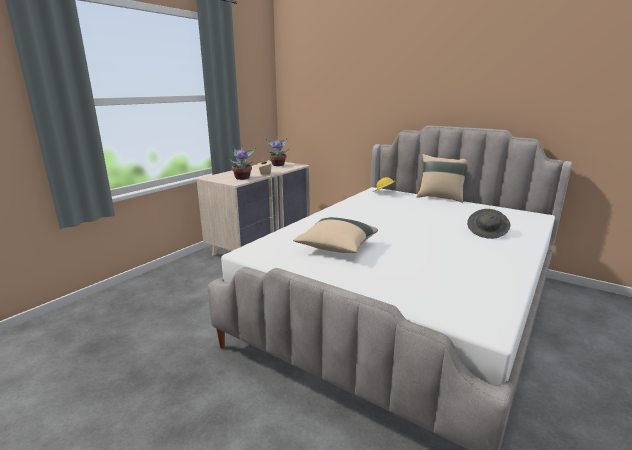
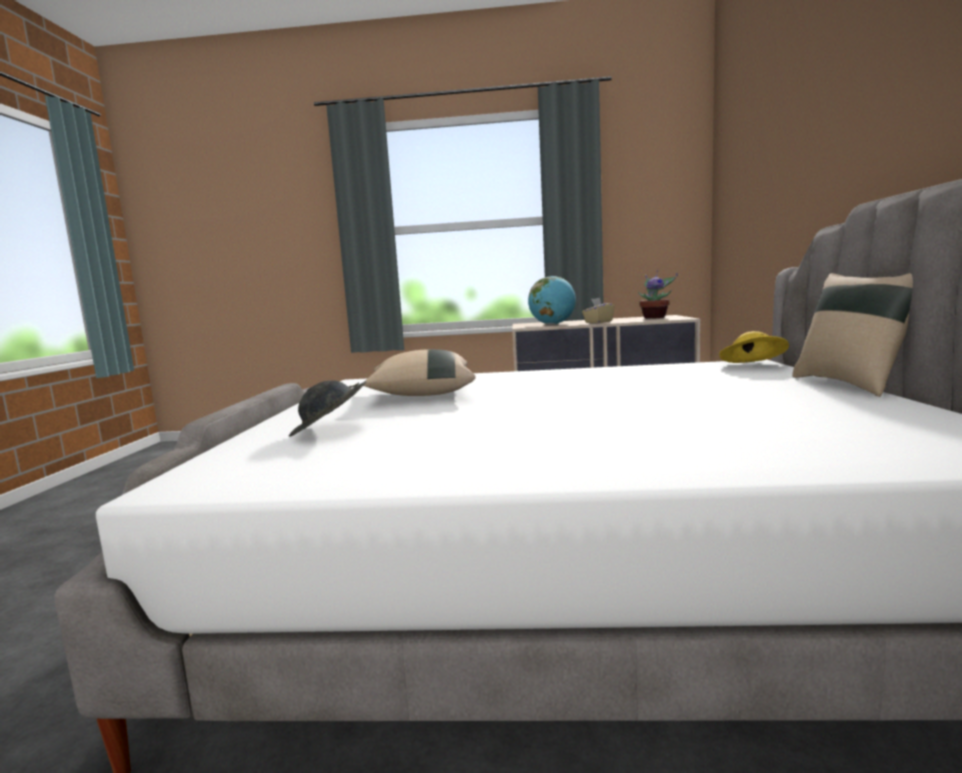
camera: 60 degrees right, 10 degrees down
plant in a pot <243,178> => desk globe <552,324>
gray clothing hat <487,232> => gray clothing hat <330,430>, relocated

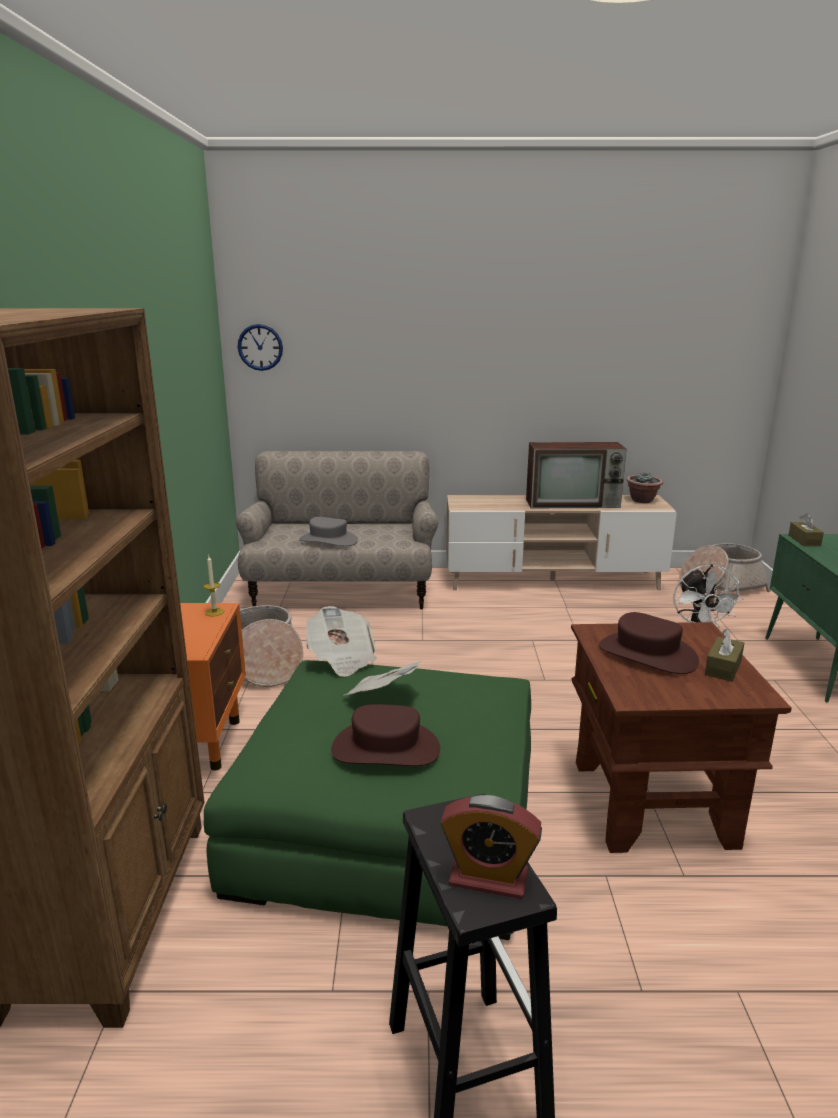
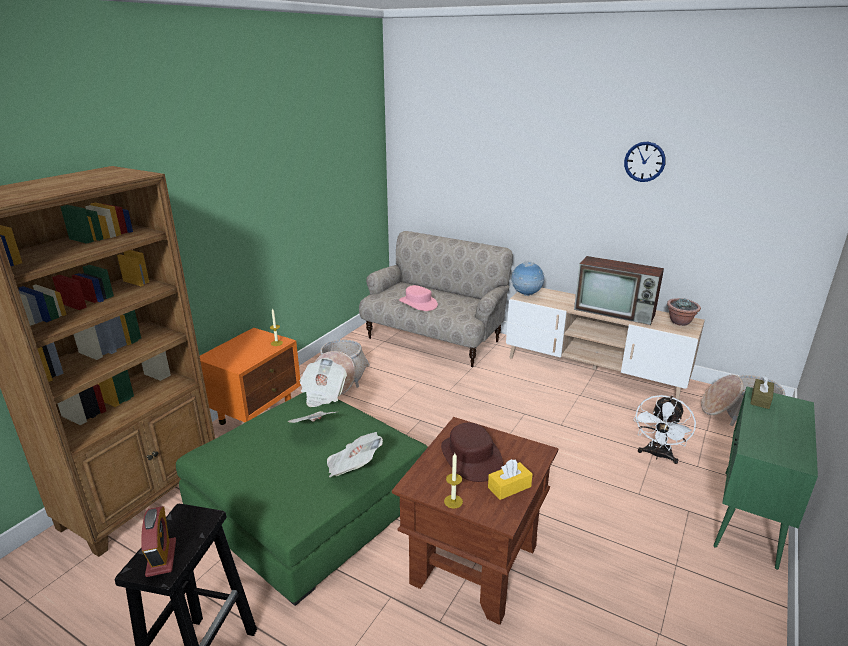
camera: 30 degrees right, 5 degrees up
clock on the wall <260,347> => clock on the wall <644,161>, relocated
gray clothing hat <328,540> => pinkish clothing hat <418,303>
brown tissue holder <723,668> => yellow-coloured tissue holder <509,487>
brown clothing hat <386,748> => nothing
alarm clock <488,878> => alarm clock <161,558>, 150 degrees counterclockwise
nothing => desk globe <526,295>
nothing => newspaper <353,466>
nothing => candle <453,501>

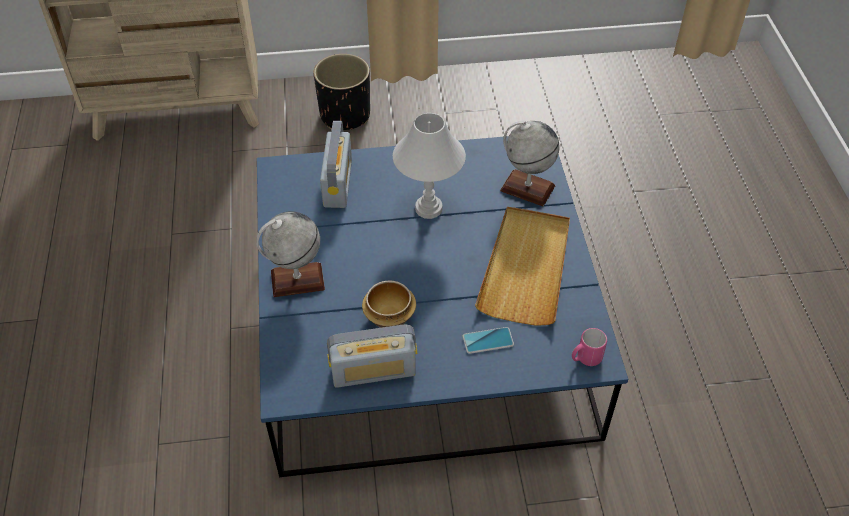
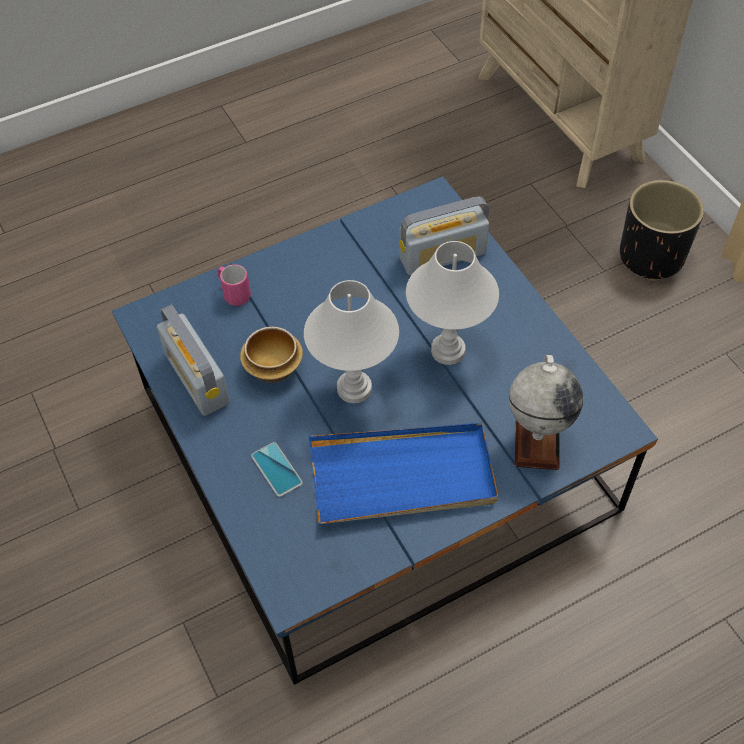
camera: 70 degrees right, 5 degrees up
beige tray <526,268> => bluish tray <402,476>
desk globe <297,280> => nothing
pinkish coffee mug <585,358> => pinkish coffee mug <234,294>, relocated
nothing => whitish tabletop lamp <353,388>

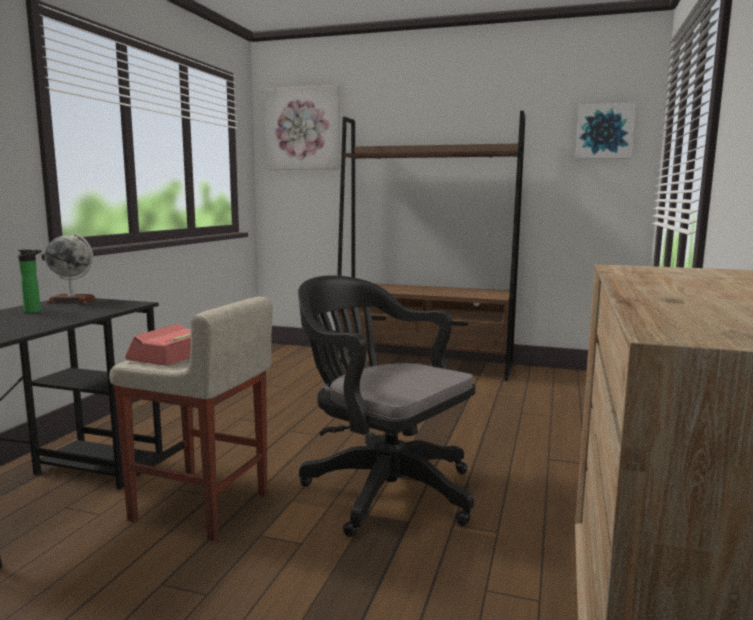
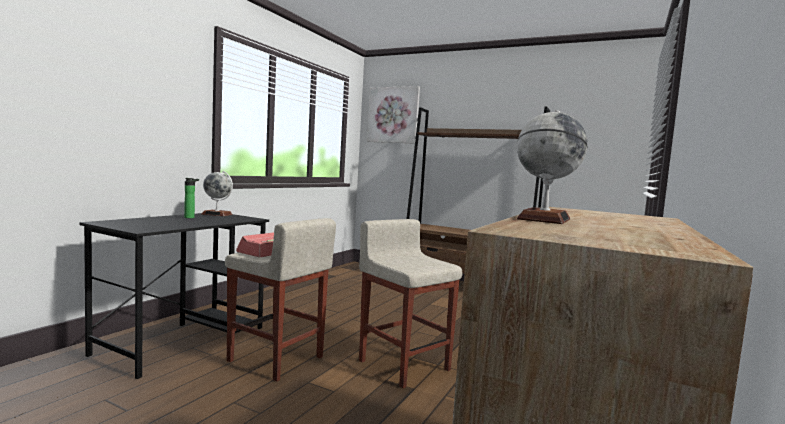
camera: 10 degrees right, 5 degrees down
wall art <604,131> => nothing
black computer chair <382,488> => beige sitting stool <403,364>
nothing => desk globe <544,219>

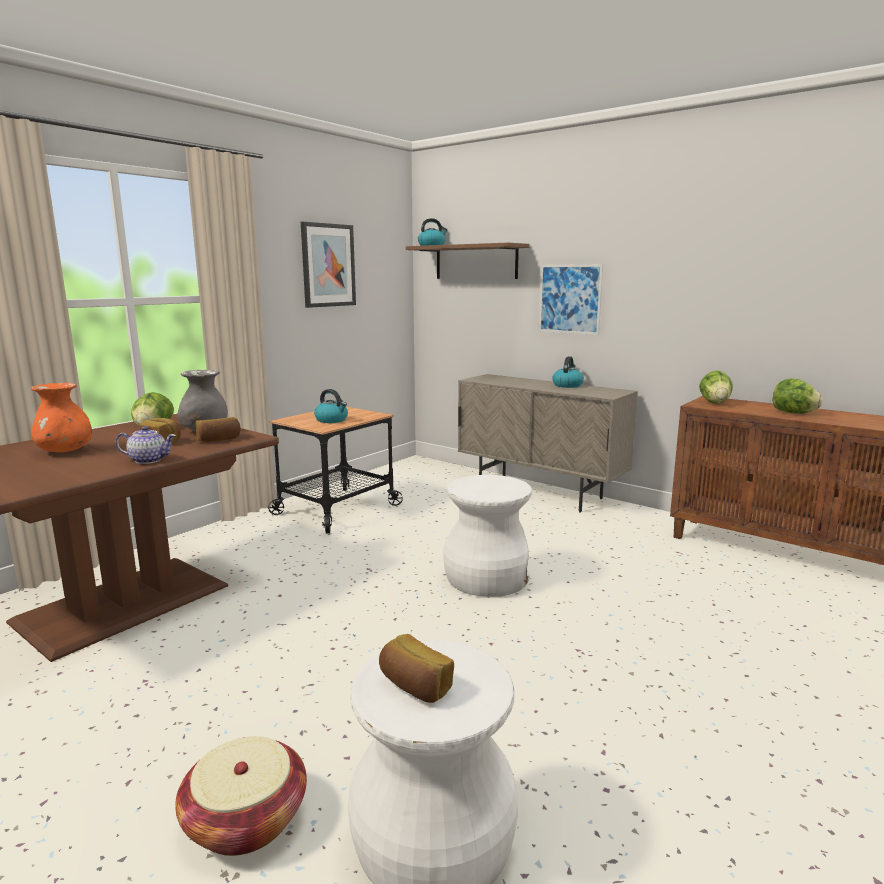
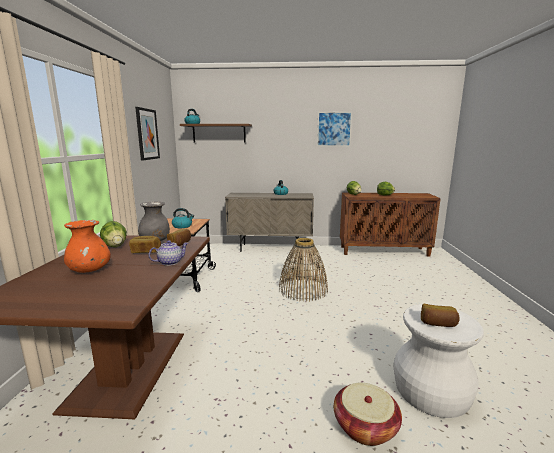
camera: 35 degrees left, 0 degrees up
wall art <570,299> => wall art <334,129>, relocated
whitish sitting stool <486,578> => storage basket <303,290>

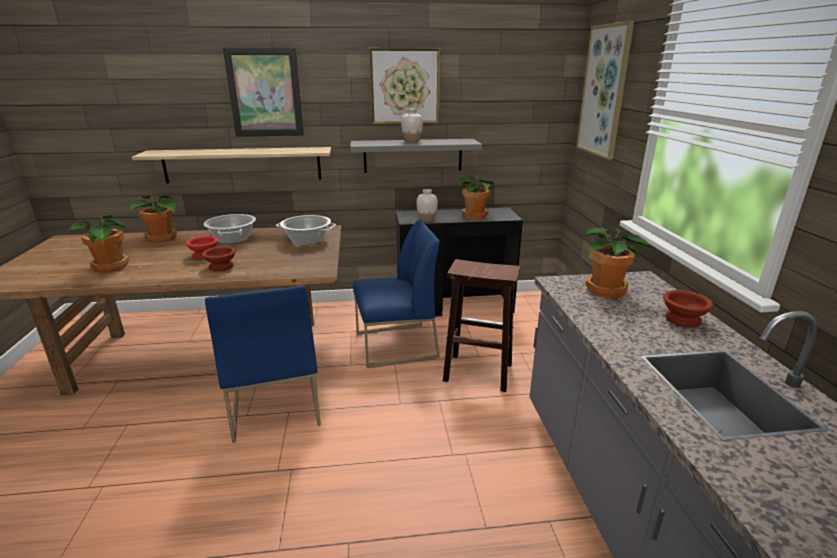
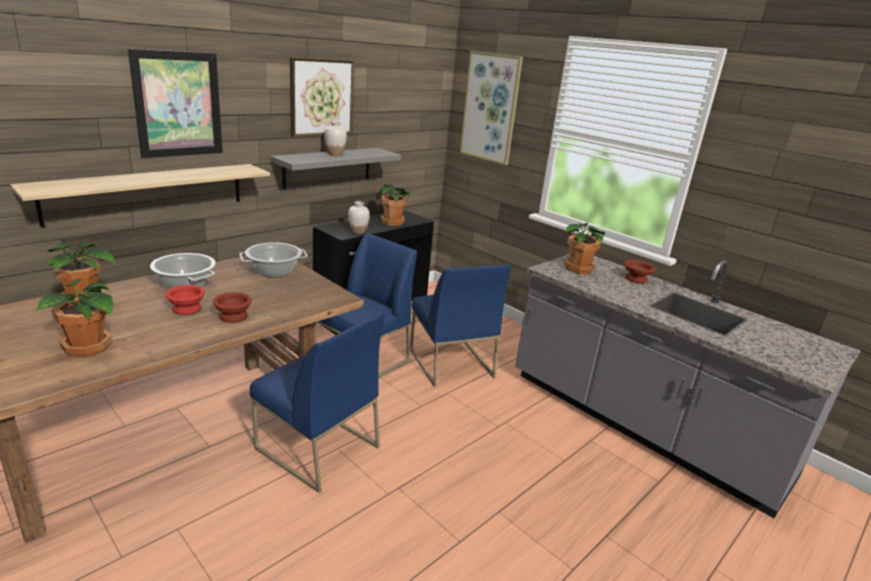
camera: 40 degrees left, 0 degrees up
brown sitting stool <476,372> => bluish upright chair <450,363>

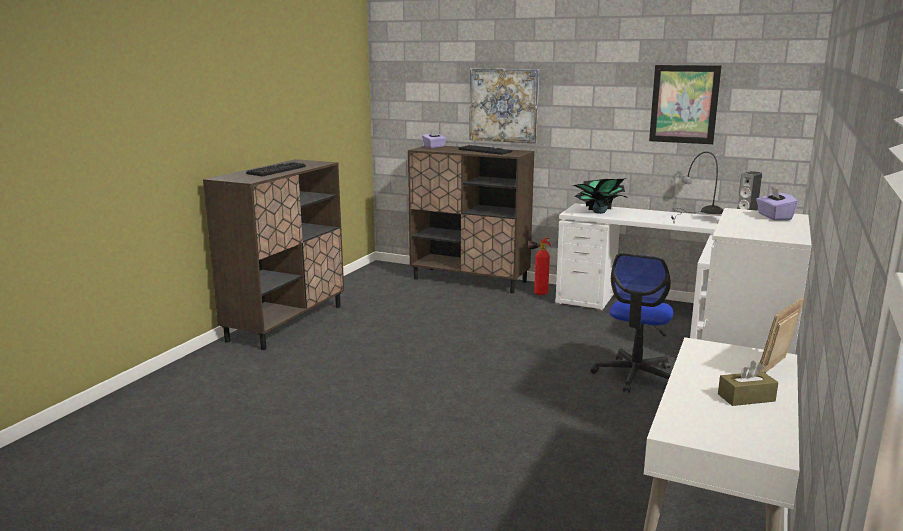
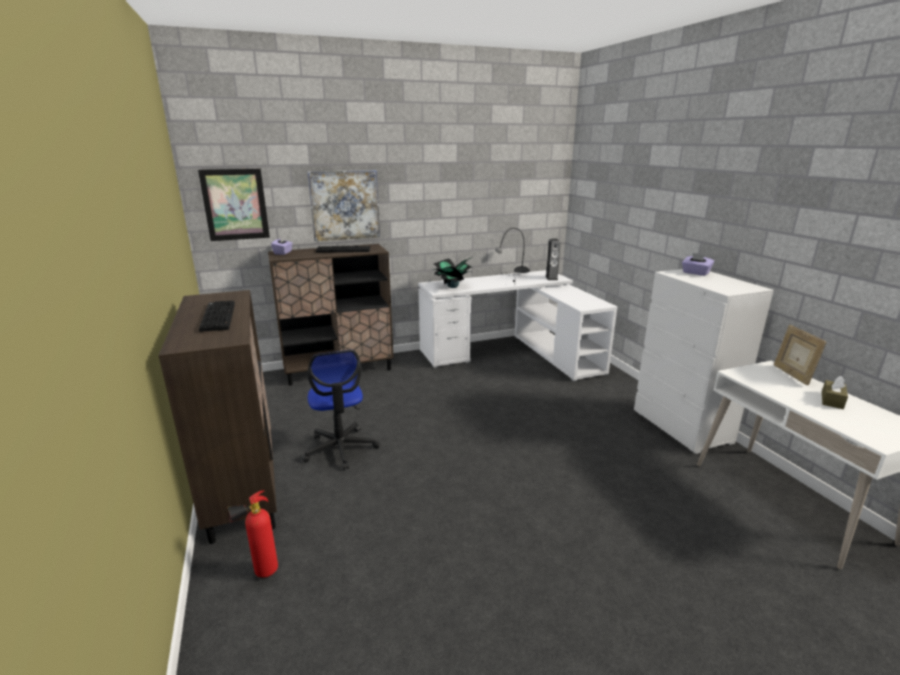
camera: 45 degrees left, 5 degrees up
wall art <684,104> => wall art <235,204>, relocated
extinguisher <537,294> => extinguisher <261,573>, relocated
computer chair <635,375> => computer chair <340,449>, relocated

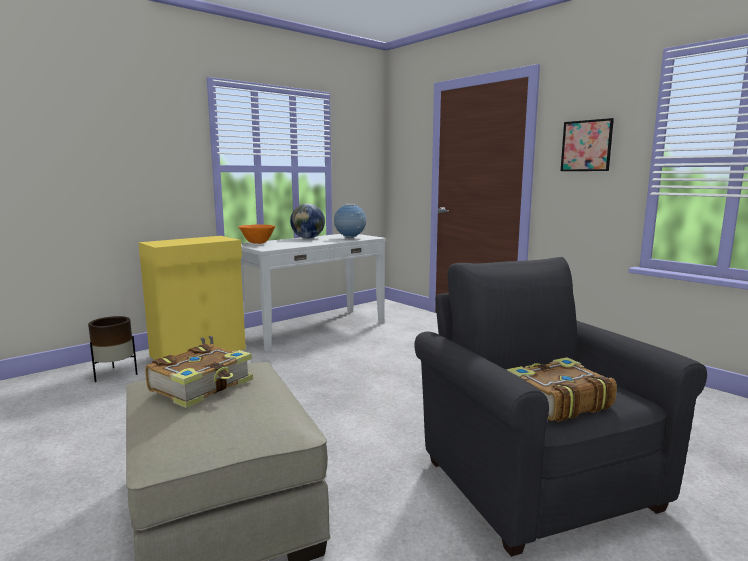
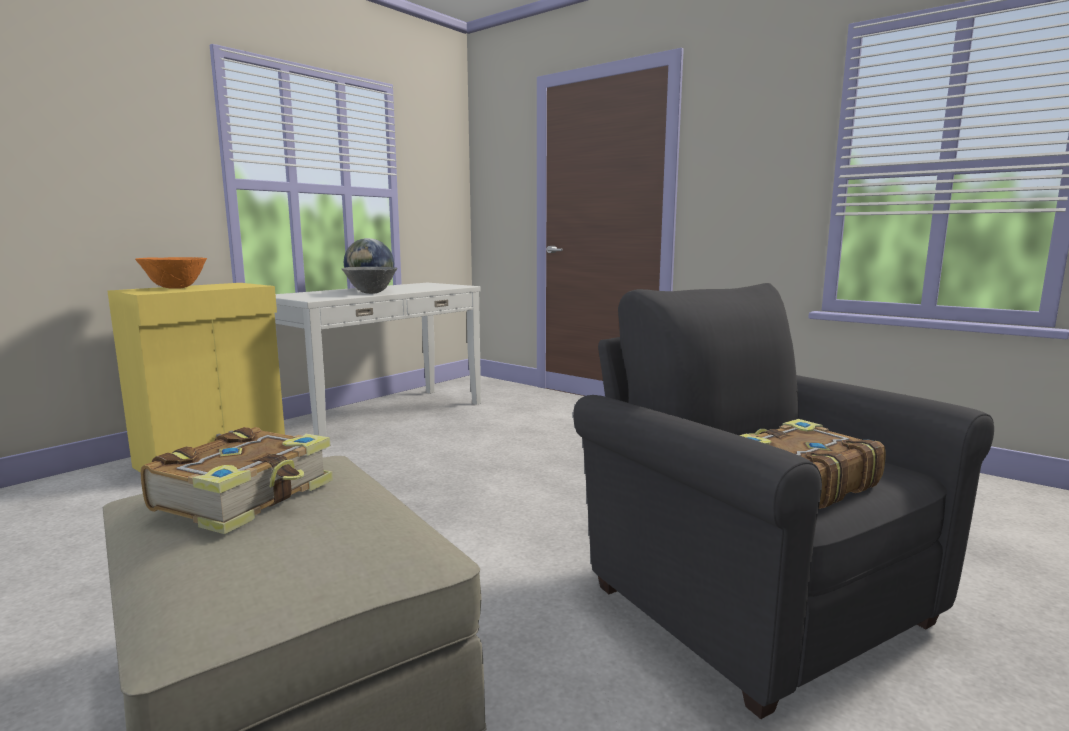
camera: 10 degrees left, 0 degrees up
wall art <586,146> => nothing
desk globe <350,238> => nothing
orangey serving bowl <257,243> => orangey serving bowl <175,288>, relocated
brown planter <115,374> => nothing
nothing => gray serving bowl <371,293>

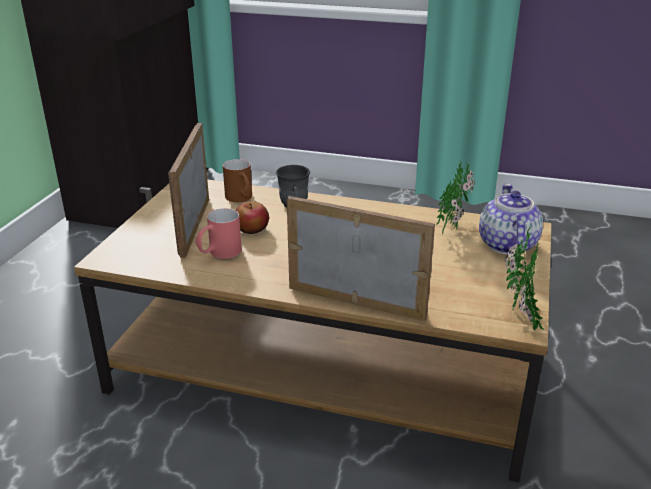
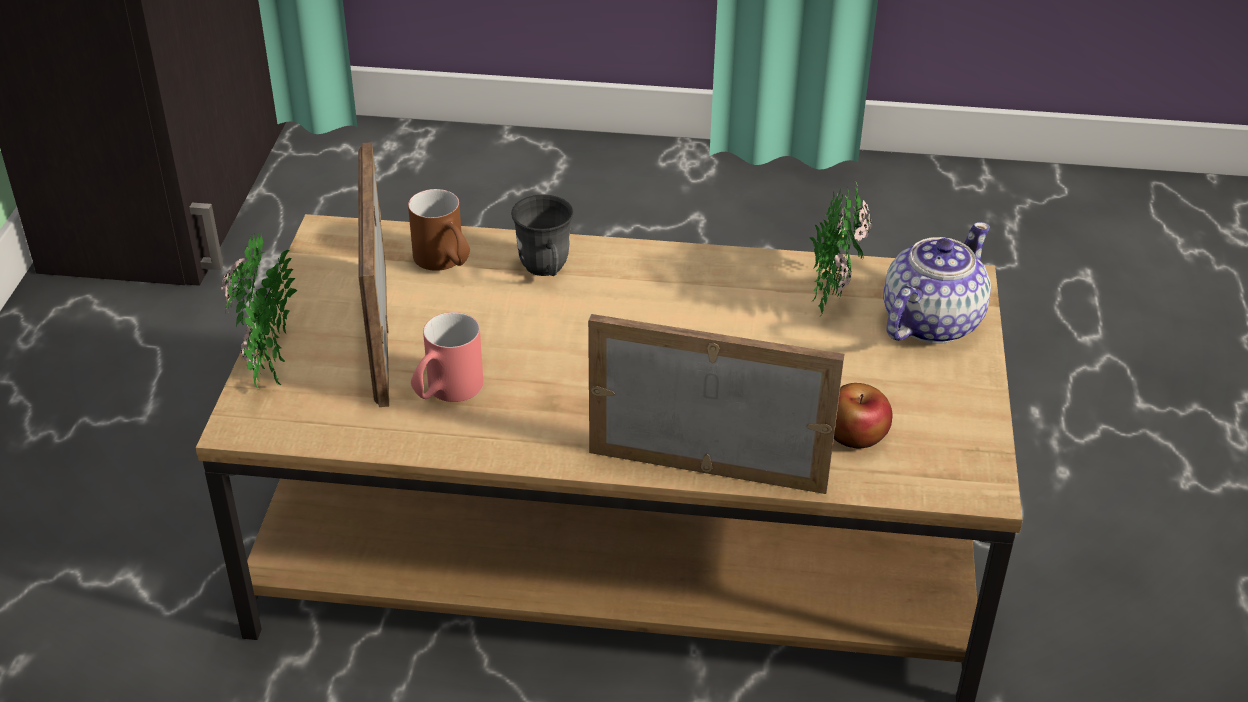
camera: 10 degrees left, 10 degrees up
tea pot <506,245> => tea pot <929,322>, 45 degrees clockwise
whole apple <252,229> => whole apple <856,435>, relocated
plant in a pot <520,318> => plant in a pot <267,365>, relocated

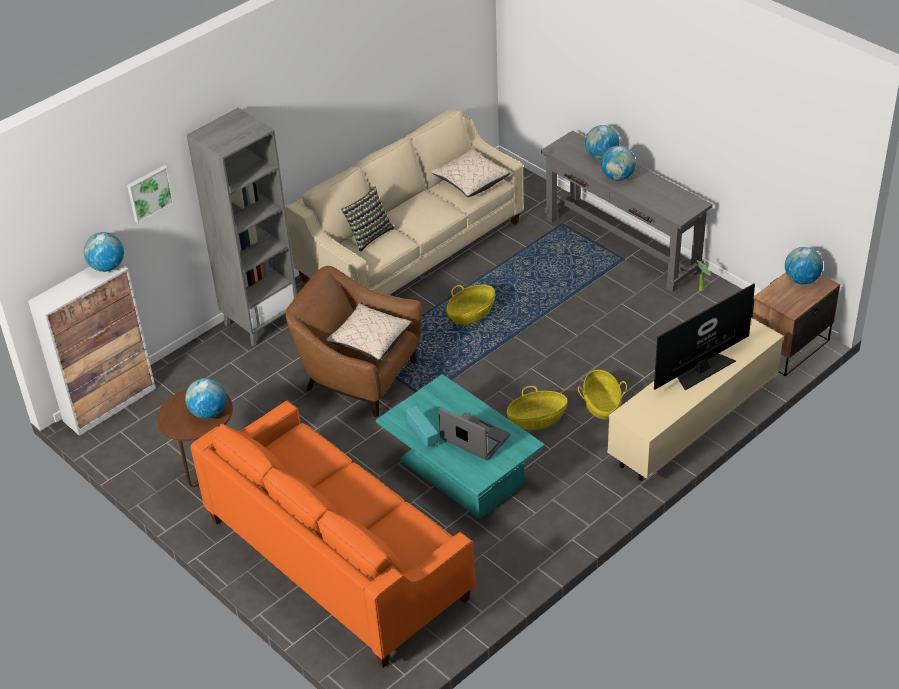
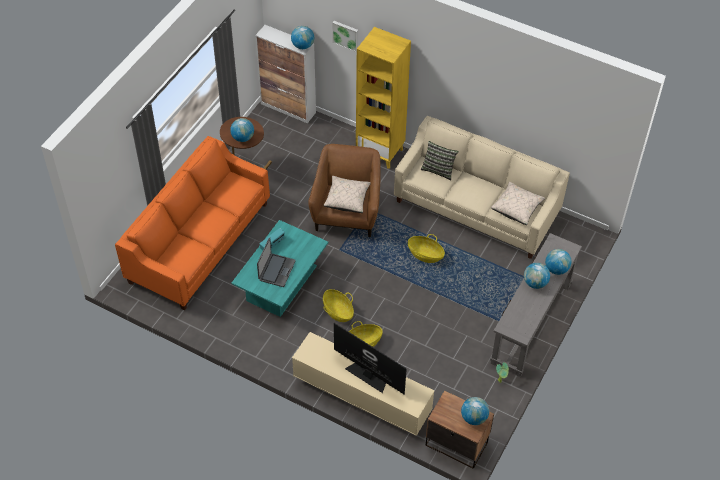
camera: 70 degrees right, 10 degrees up
gray shelving unit <261,321> => yellow-coloured shelving unit <380,152>

